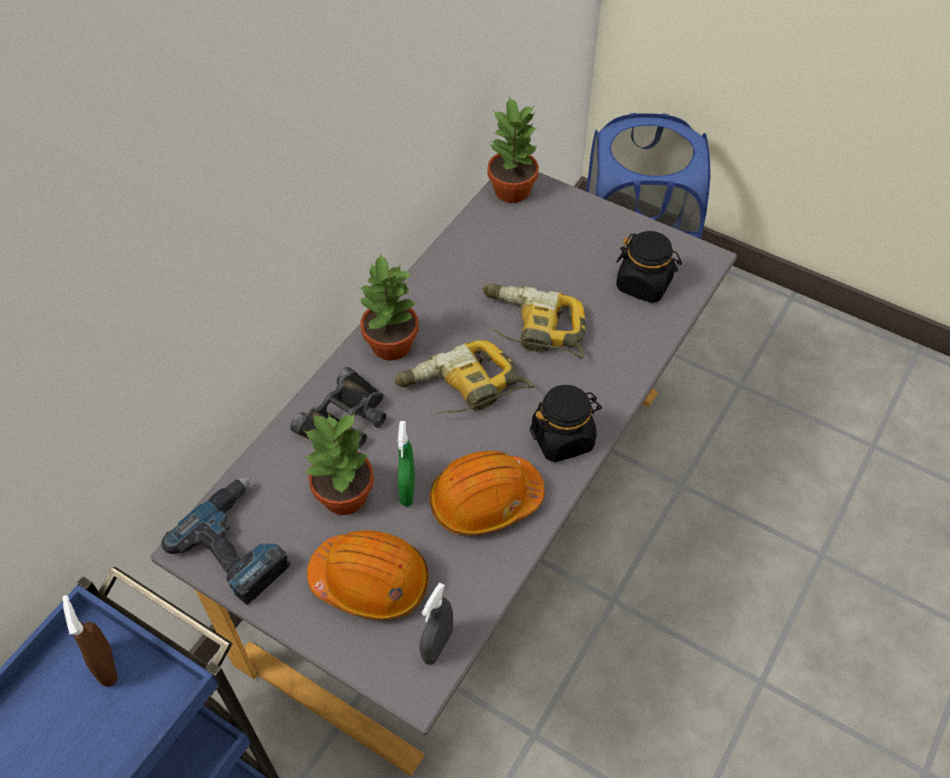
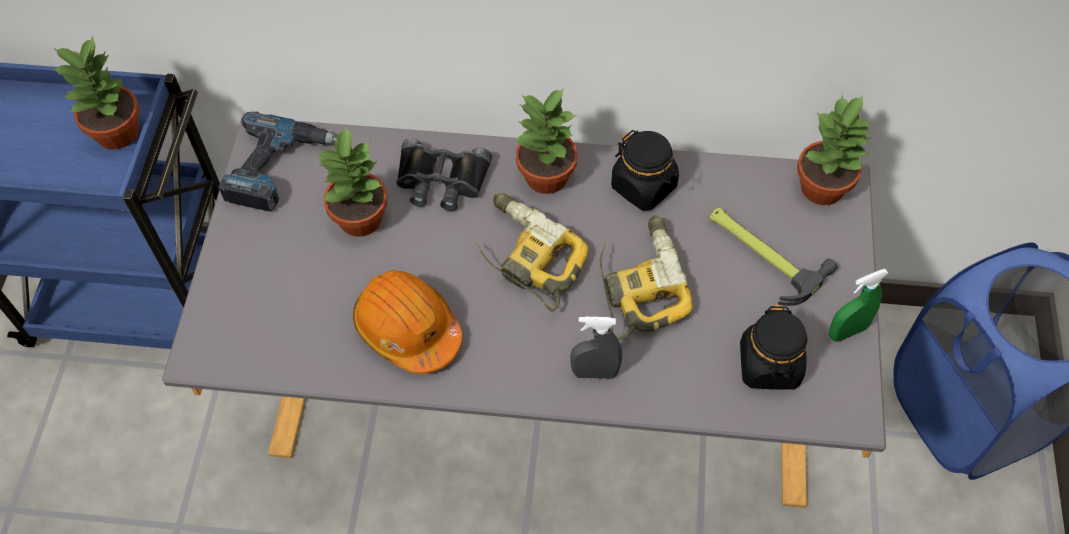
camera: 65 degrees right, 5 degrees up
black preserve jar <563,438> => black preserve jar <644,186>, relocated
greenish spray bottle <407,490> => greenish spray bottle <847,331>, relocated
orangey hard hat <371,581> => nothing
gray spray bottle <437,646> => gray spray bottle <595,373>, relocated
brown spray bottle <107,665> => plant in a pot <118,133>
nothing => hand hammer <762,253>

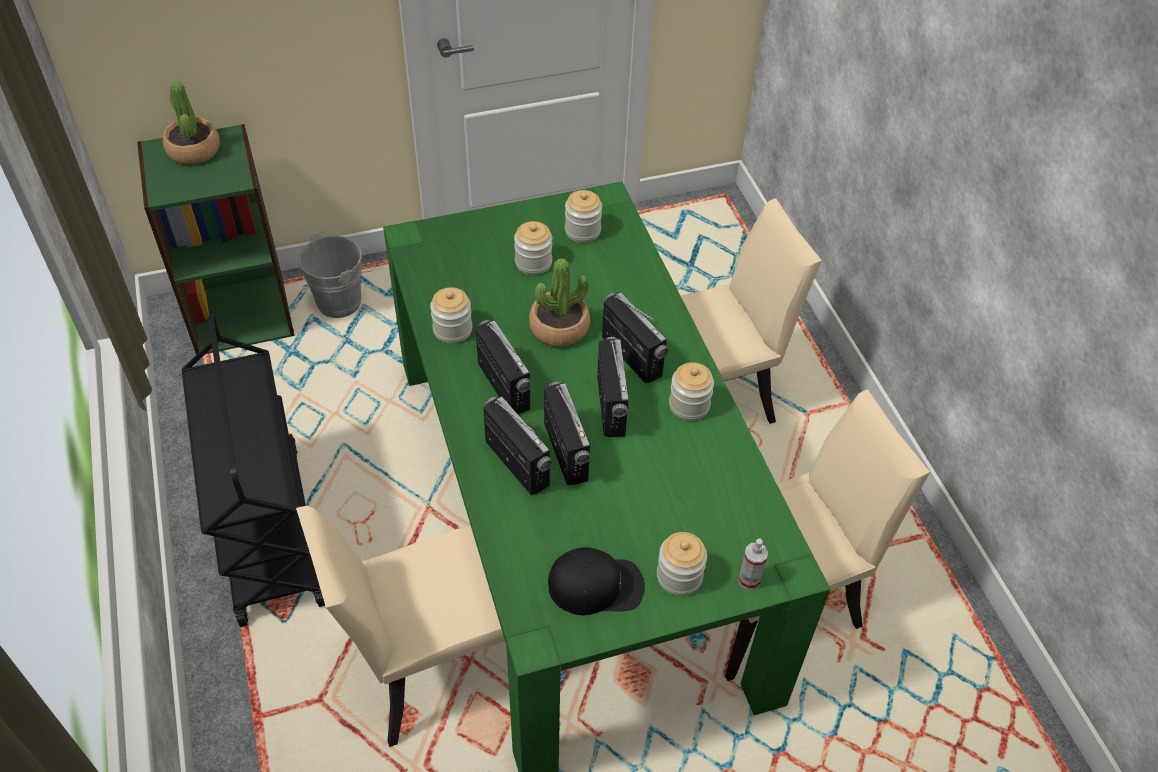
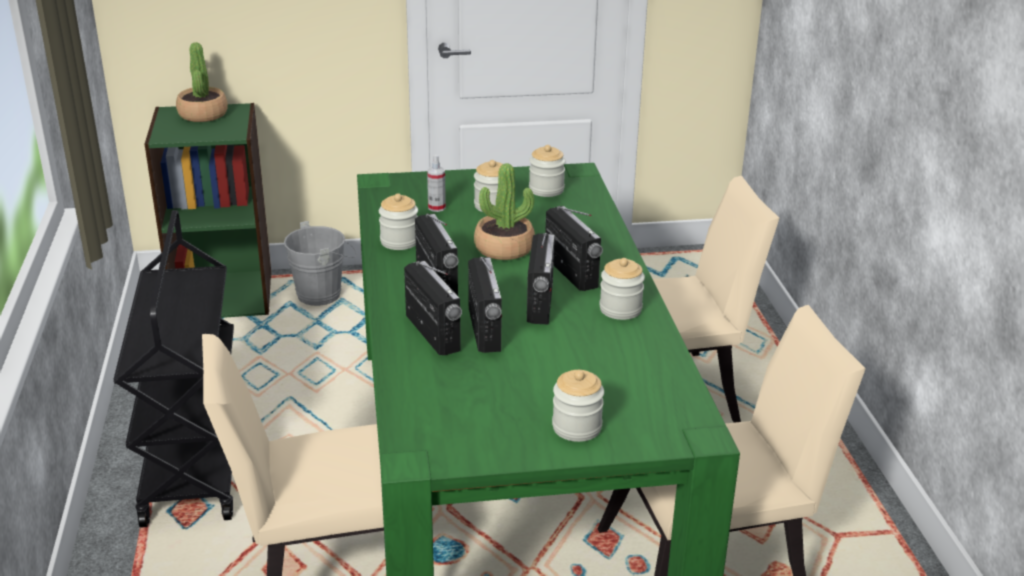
camera: 10 degrees right, 20 degrees down
spray bottle <749,579> => spray bottle <436,207>, relocated
black baseball cap <596,585> => nothing

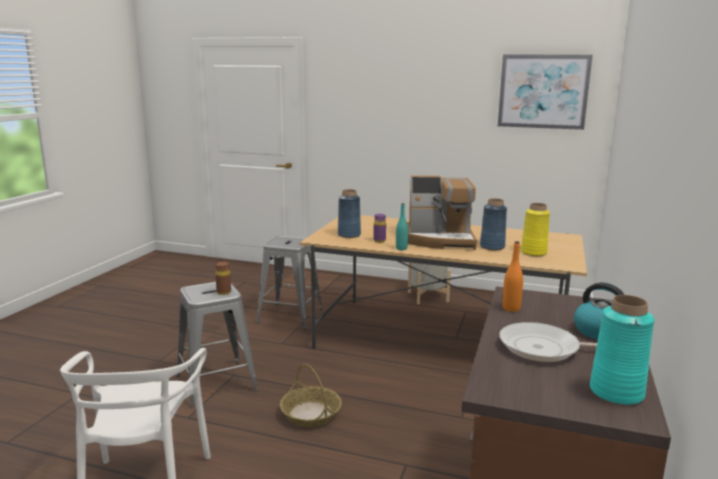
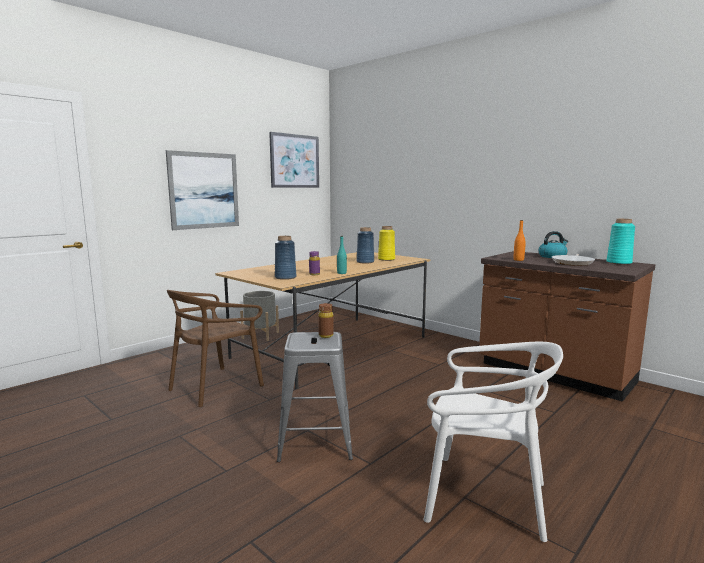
camera: 65 degrees left, 5 degrees down
coffee maker <440,240> => nothing
gray sitting stool <290,315> => brown upright chair <216,386>
storage basket <311,414> => nothing
nothing => wall art <204,190>

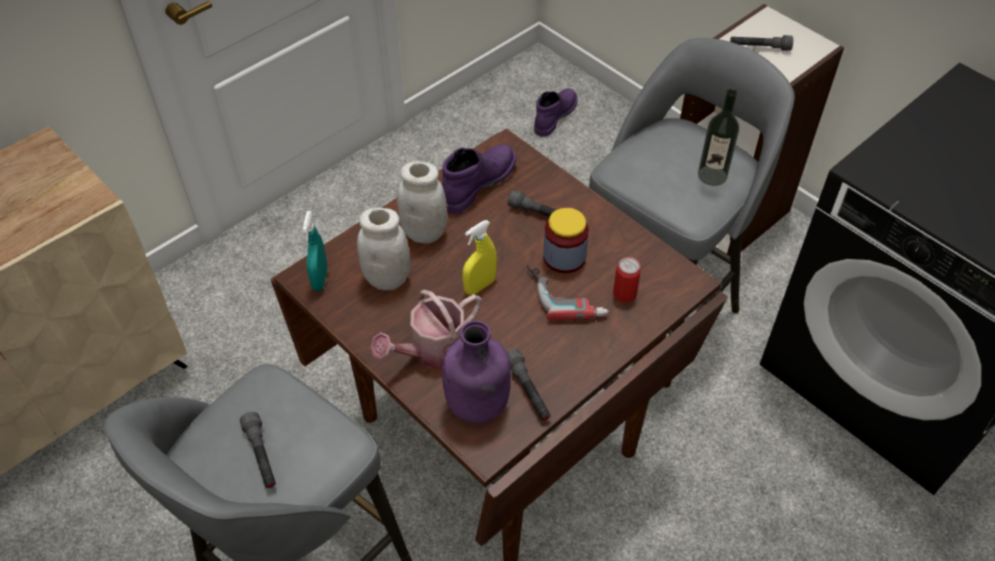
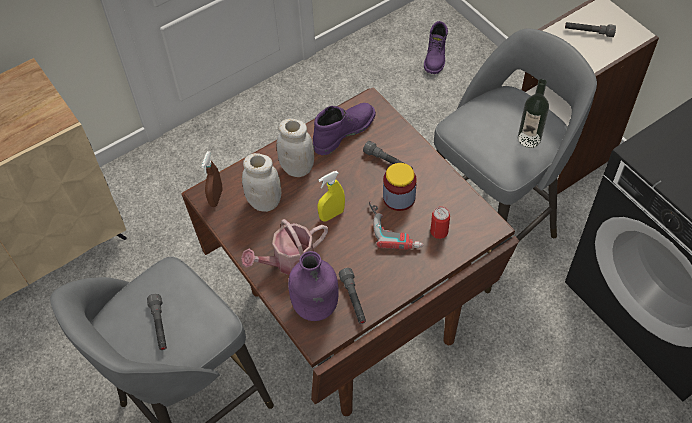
camera: 10 degrees right, 5 degrees up
purple tall boot <554,116> => purple tall boot <436,57>, 150 degrees clockwise
turquoise-coloured spray bottle <320,279> => brown spray bottle <216,197>

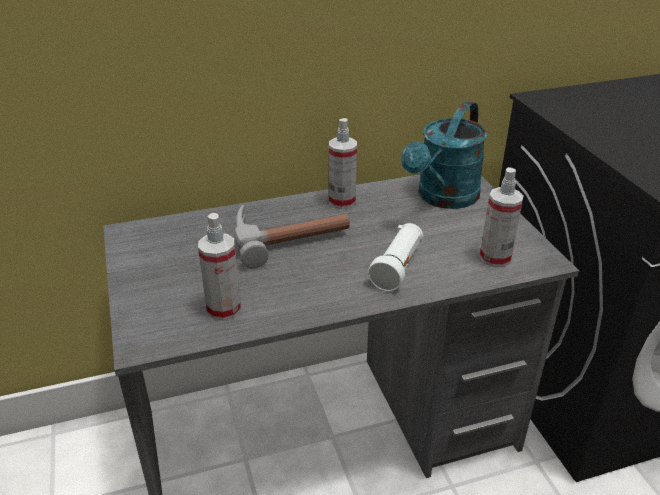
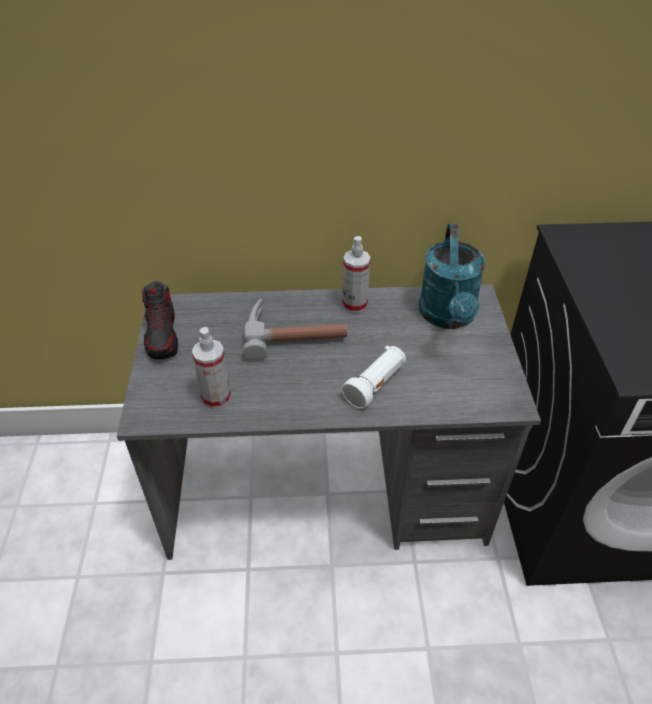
camera: 15 degrees right, 10 degrees up
turquoise-coloured sprinkling can <443,198> => turquoise-coloured sprinkling can <448,317>, 45 degrees counterclockwise
spray bottle <495,258> => nothing
nothing => low shoe <162,335>

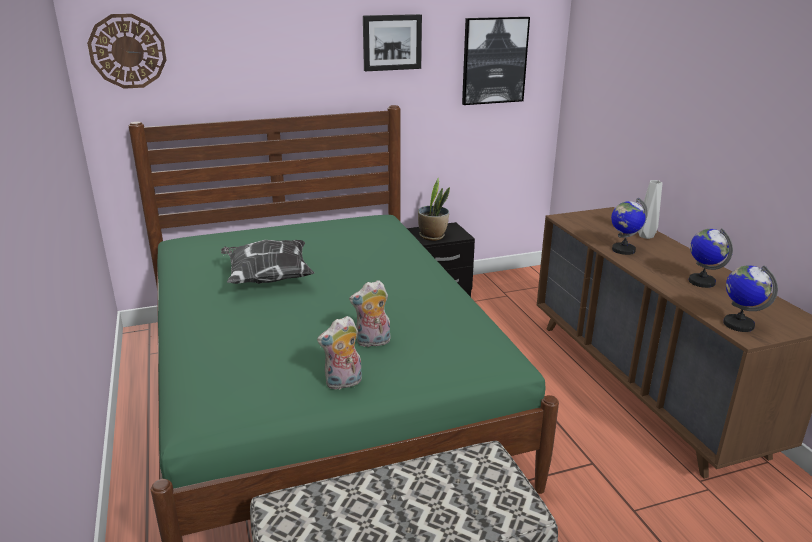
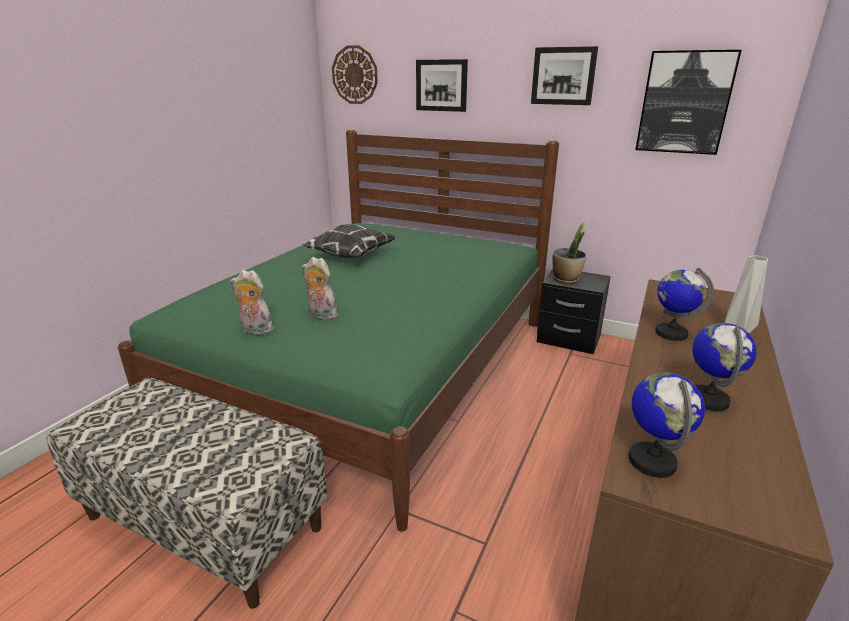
camera: 45 degrees right, 0 degrees up
nothing => wall art <441,85>

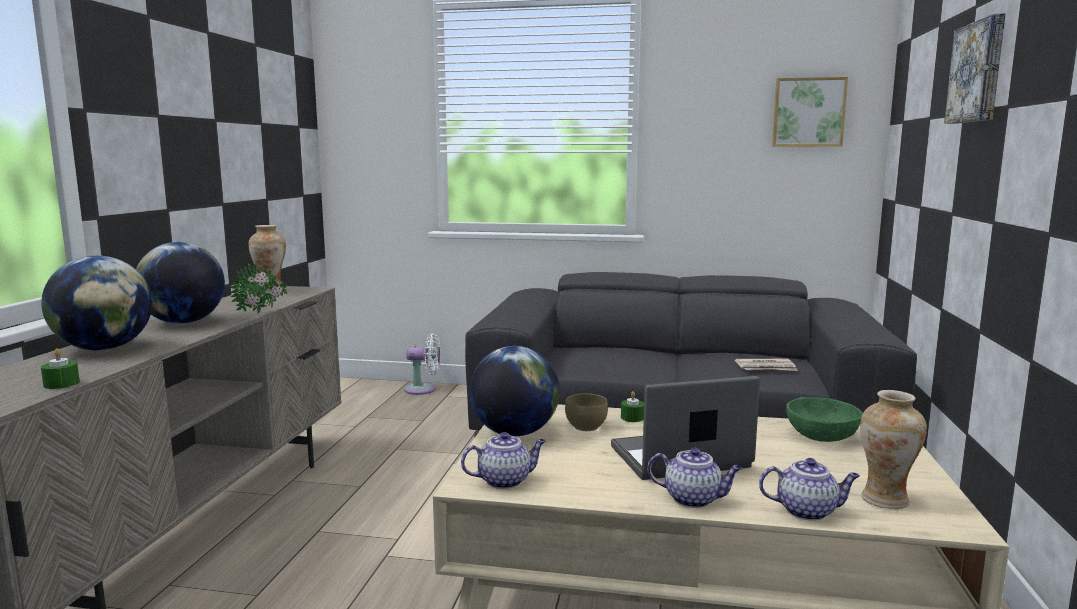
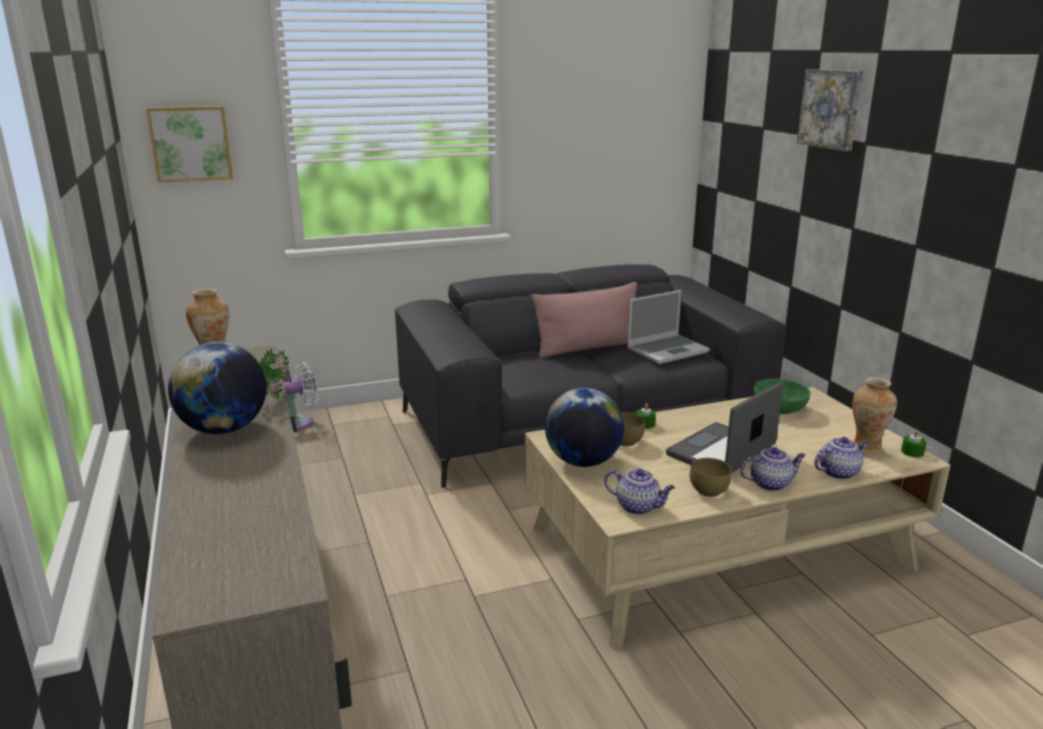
camera: 30 degrees left, 10 degrees up
wall art <808,112> => wall art <191,143>, relocated
desk globe <104,348> => nothing
greenish candle <61,384> => greenish candle <912,452>, relocated
newspaper <766,367> => laptop <667,350>
tea pot <505,480> => tea pot <638,507>, 75 degrees clockwise
nothing => pinkish pillow <589,347>
nothing => brown serving bowl <708,490>

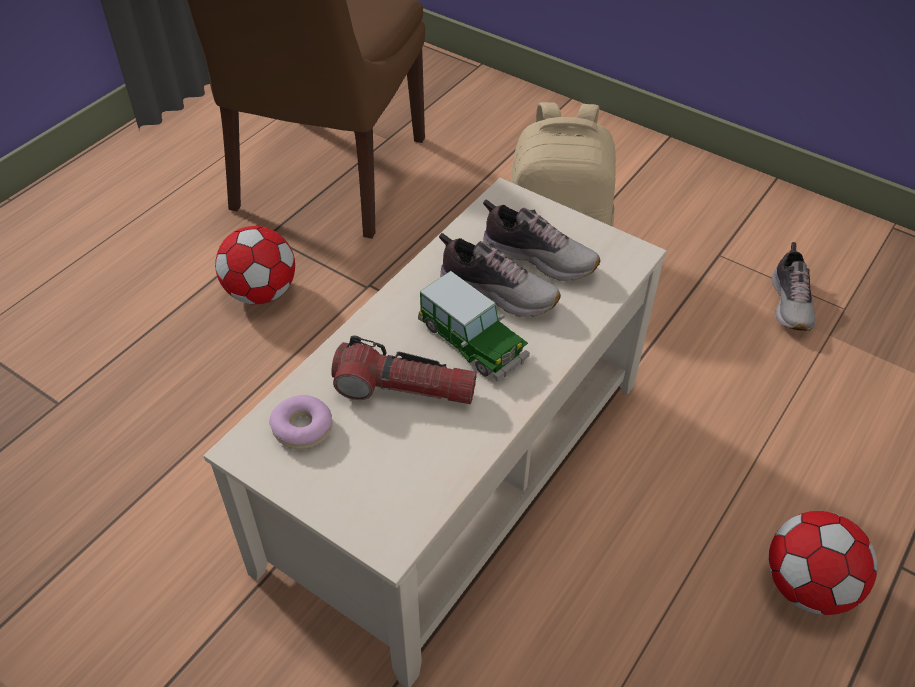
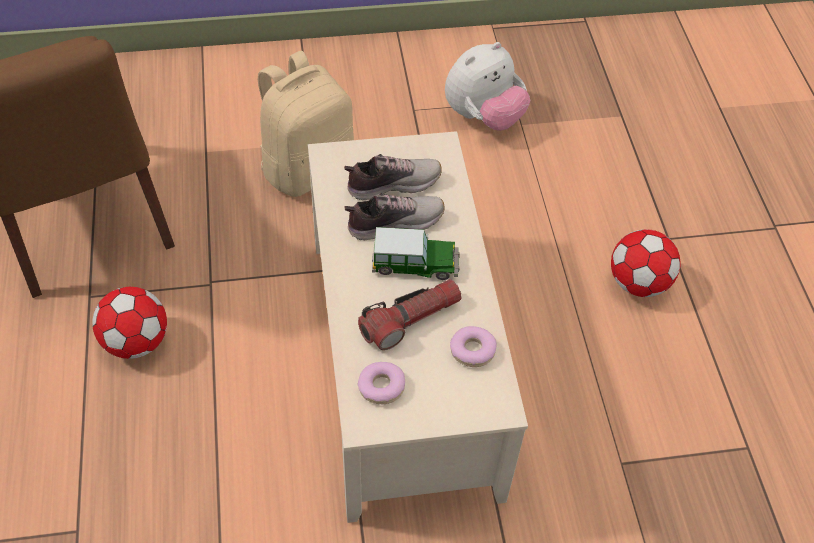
camera: 45 degrees left, 5 degrees up
low shoe <791,303> => soft toy <483,117>
nothing => donut <472,350>

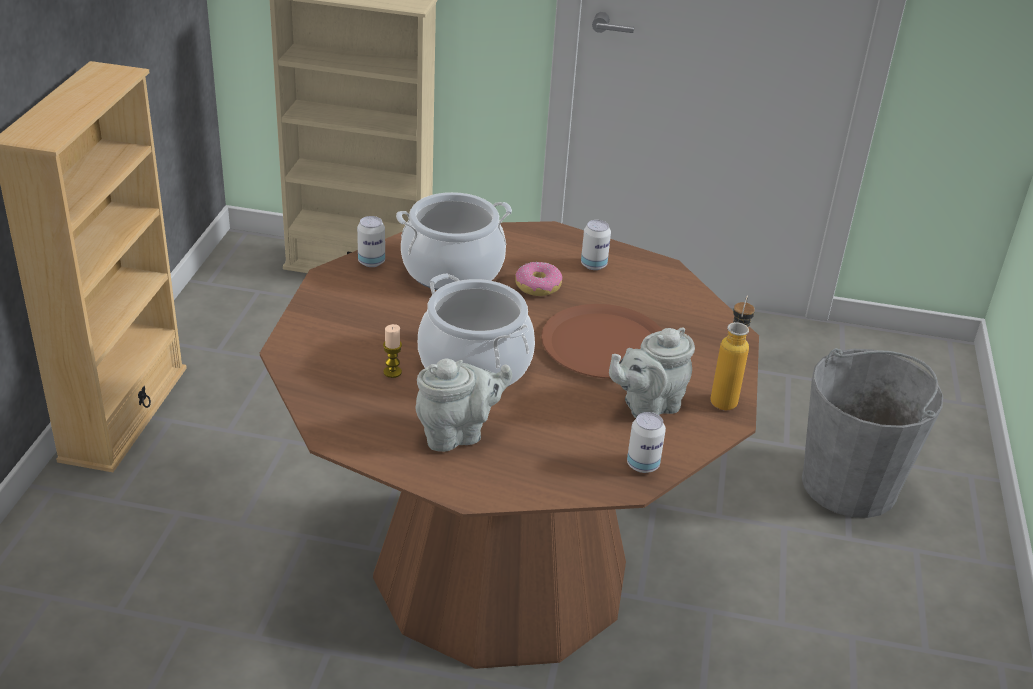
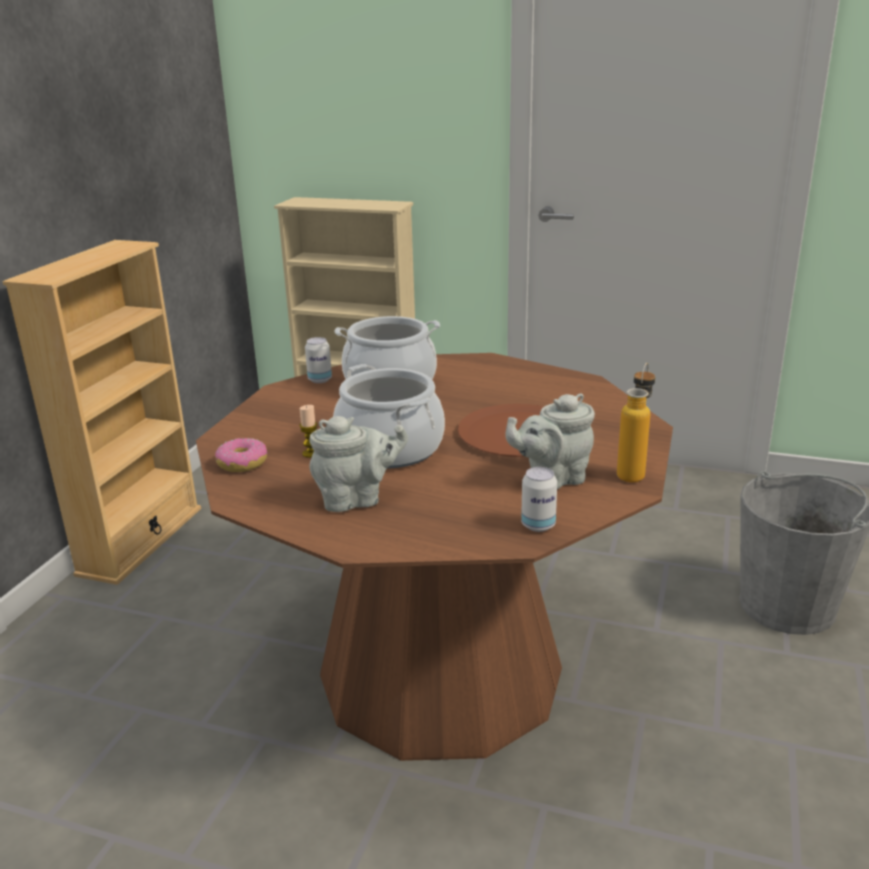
camera: 10 degrees right, 10 degrees down
can <593,265> => nothing
donut <538,286> => donut <242,463>, relocated

